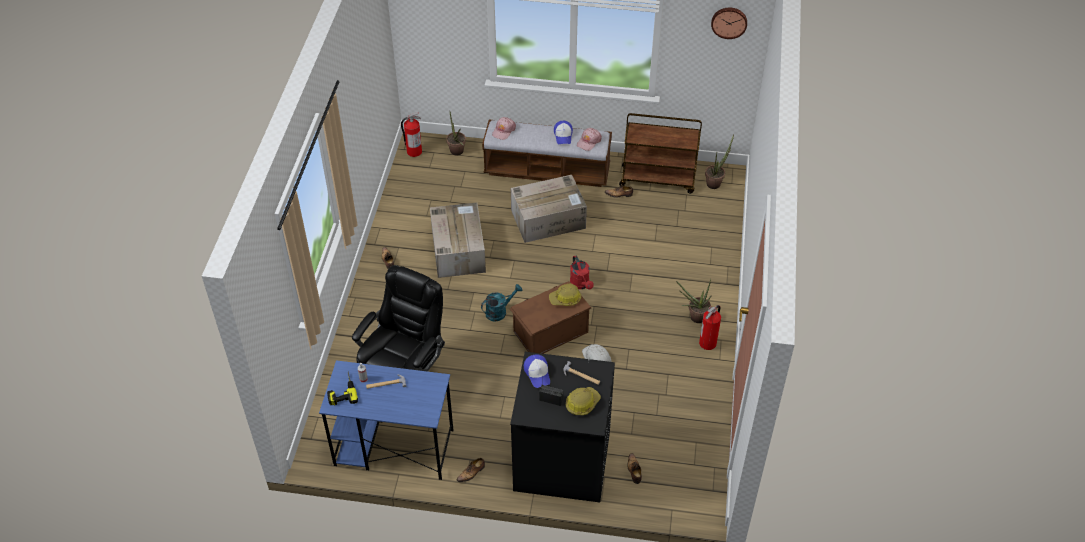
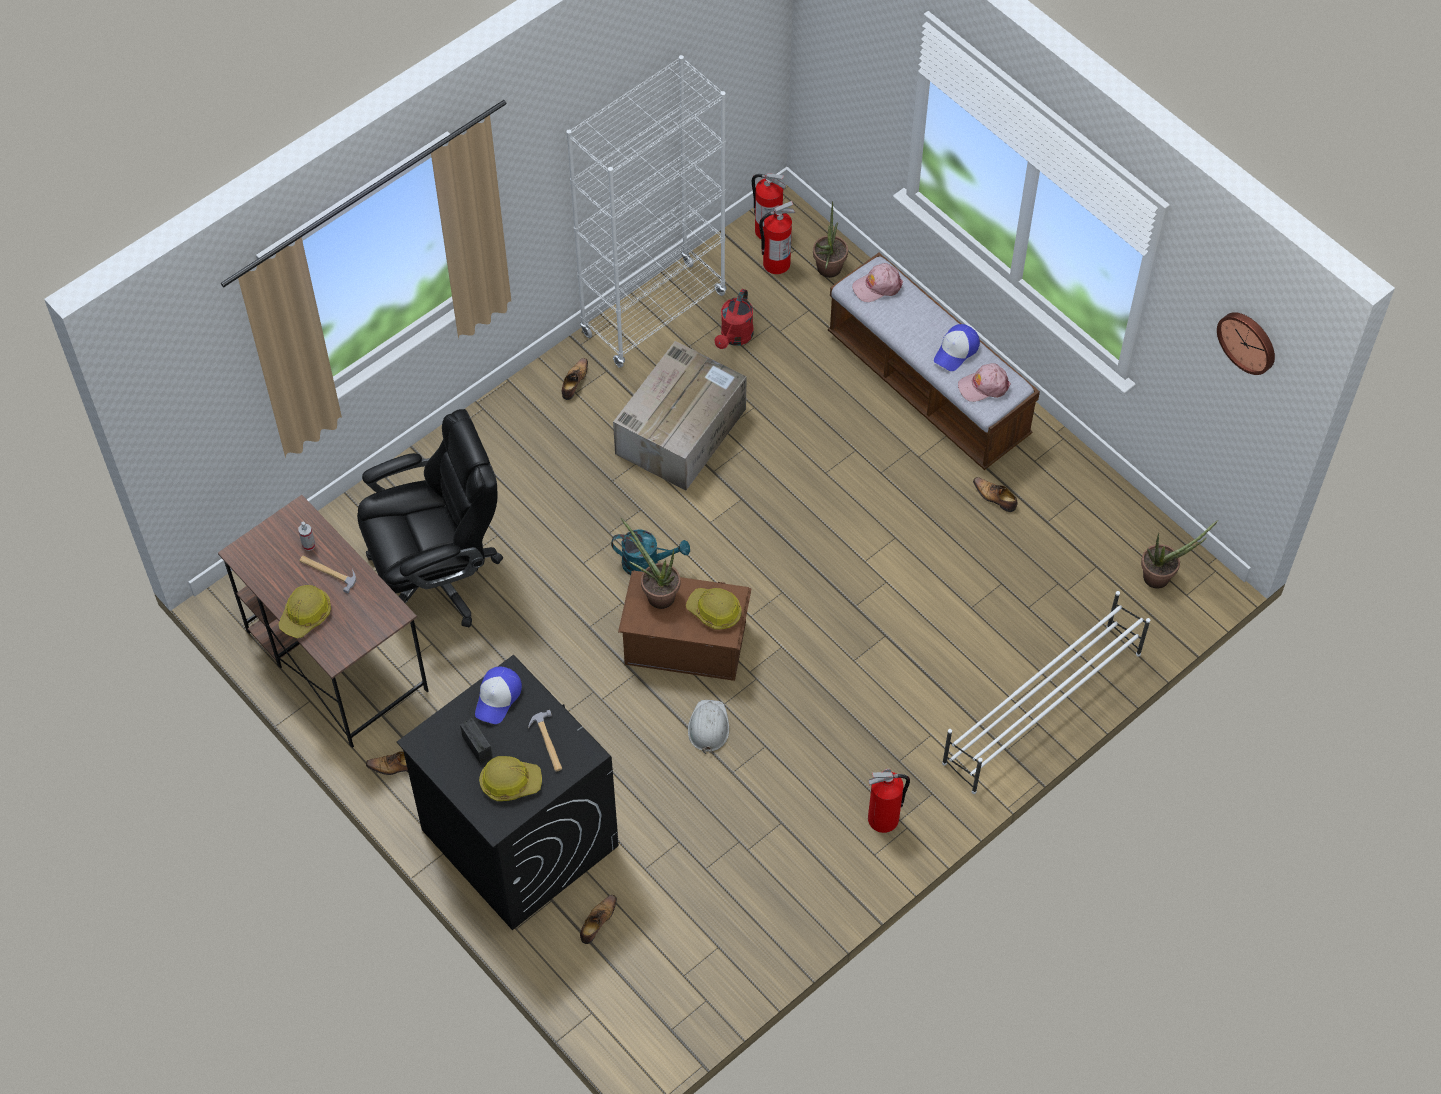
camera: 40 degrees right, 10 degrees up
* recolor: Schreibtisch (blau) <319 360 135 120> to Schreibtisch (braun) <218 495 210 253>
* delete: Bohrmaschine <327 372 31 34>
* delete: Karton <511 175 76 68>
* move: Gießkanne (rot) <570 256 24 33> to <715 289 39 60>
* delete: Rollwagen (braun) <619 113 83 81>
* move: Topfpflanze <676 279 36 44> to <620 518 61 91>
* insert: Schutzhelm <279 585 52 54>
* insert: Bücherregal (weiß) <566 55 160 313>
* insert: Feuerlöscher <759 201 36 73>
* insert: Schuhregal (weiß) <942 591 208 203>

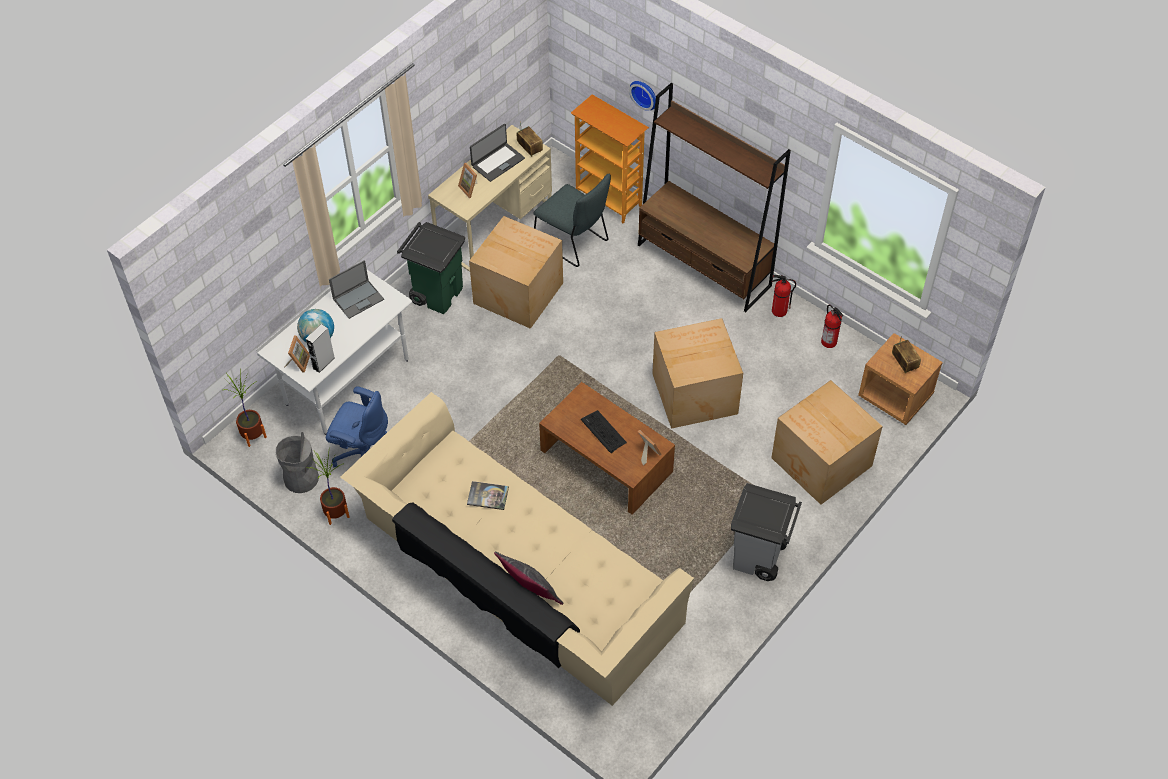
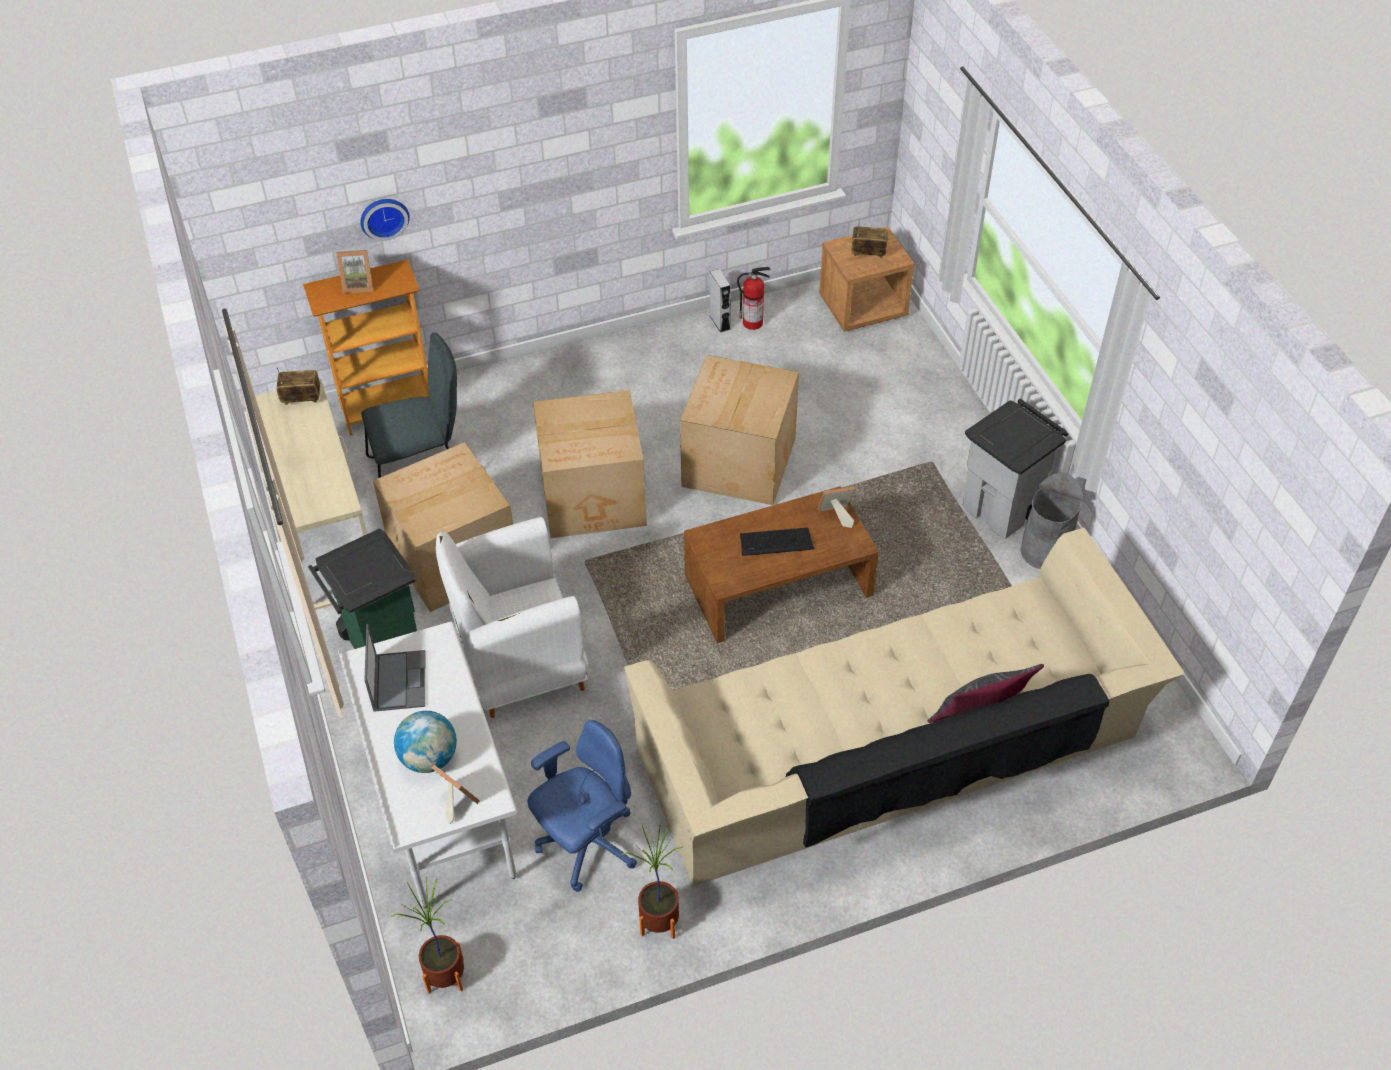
camera: 60 degrees left, 5 degrees down
* move: Mülleimer (grau) <276 432 43 61> to <1020 472 63 97>
* move: Lautsprecher (grau) <306 324 29 49> to <710 269 21 64>
* move: Bilderrahmen <458 163 19 35> to <336 250 37 43>
* delete: Buch <467 481 42 29>
* delete: Laptop <470 124 55 58>
* delete: Bücherregal (braun) <638 83 153 229>
* move: Karton <771 380 112 125> to <533 390 114 148>
* delete: Feuerlöscher <772 275 24 42>
* insert: Sessel (weiß) <436 517 152 201>

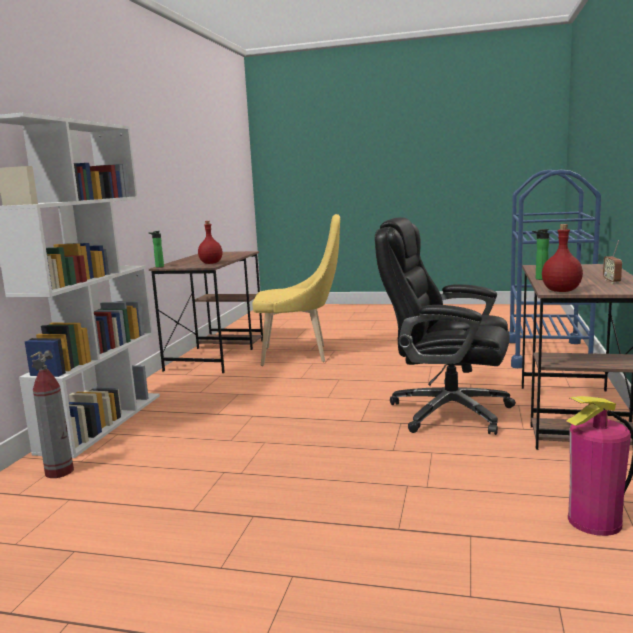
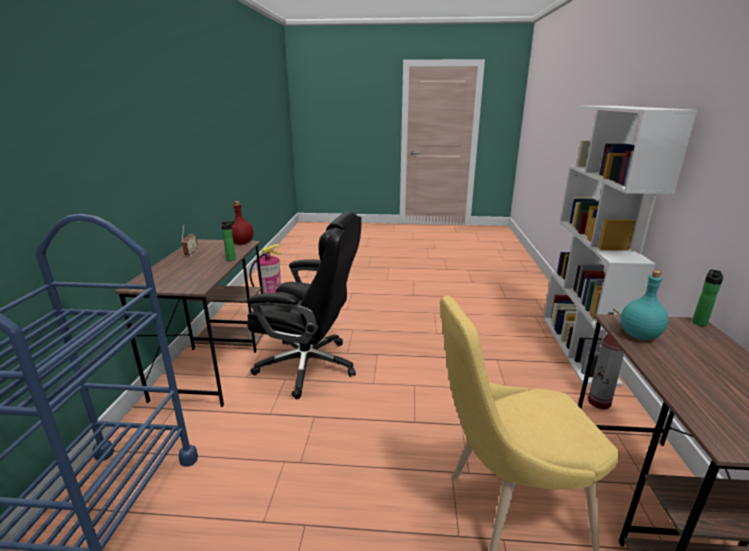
camera: 170 degrees right, 10 degrees up
* move: Feuerlöscher <31 350 43 128> to <588 309 36 100>
* recolor: Flasche (rot) <198 221 24 43> to Flasche (türkis) <620 270 49 70>

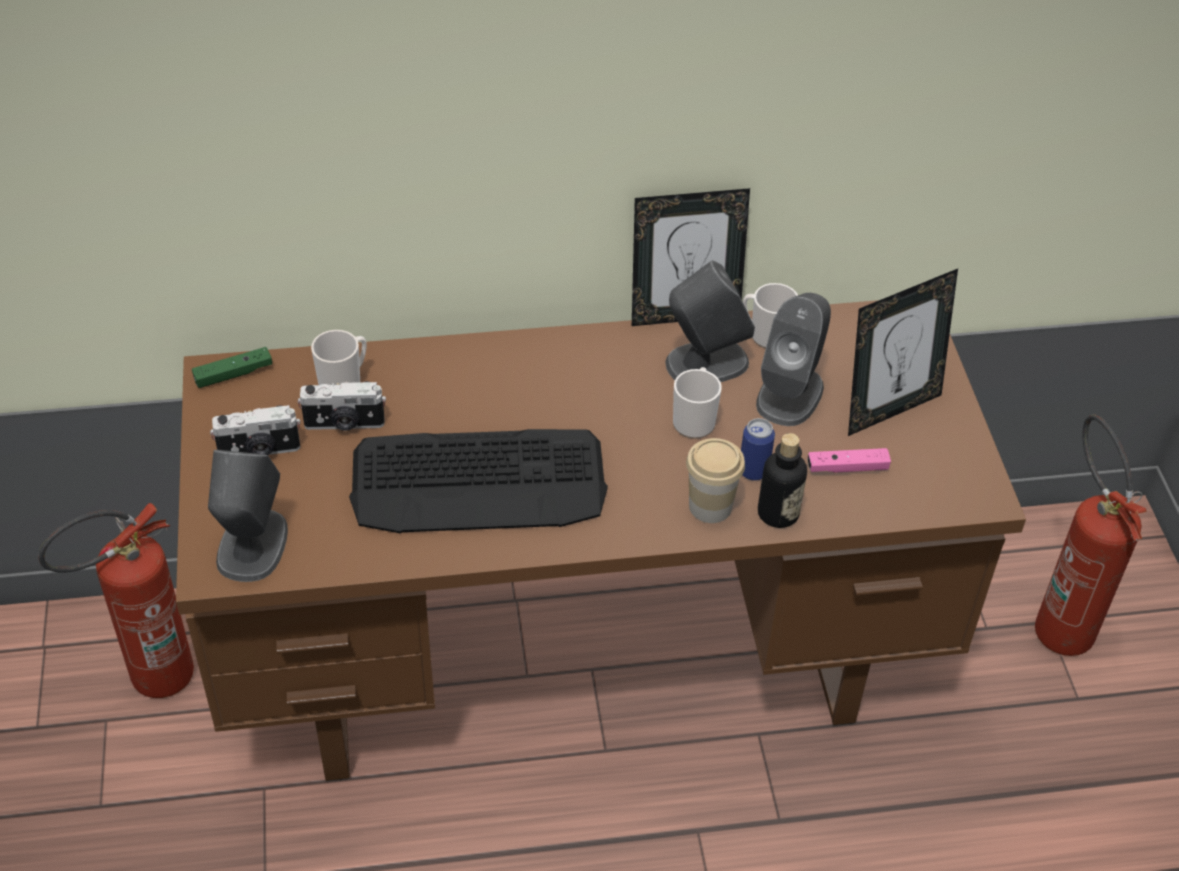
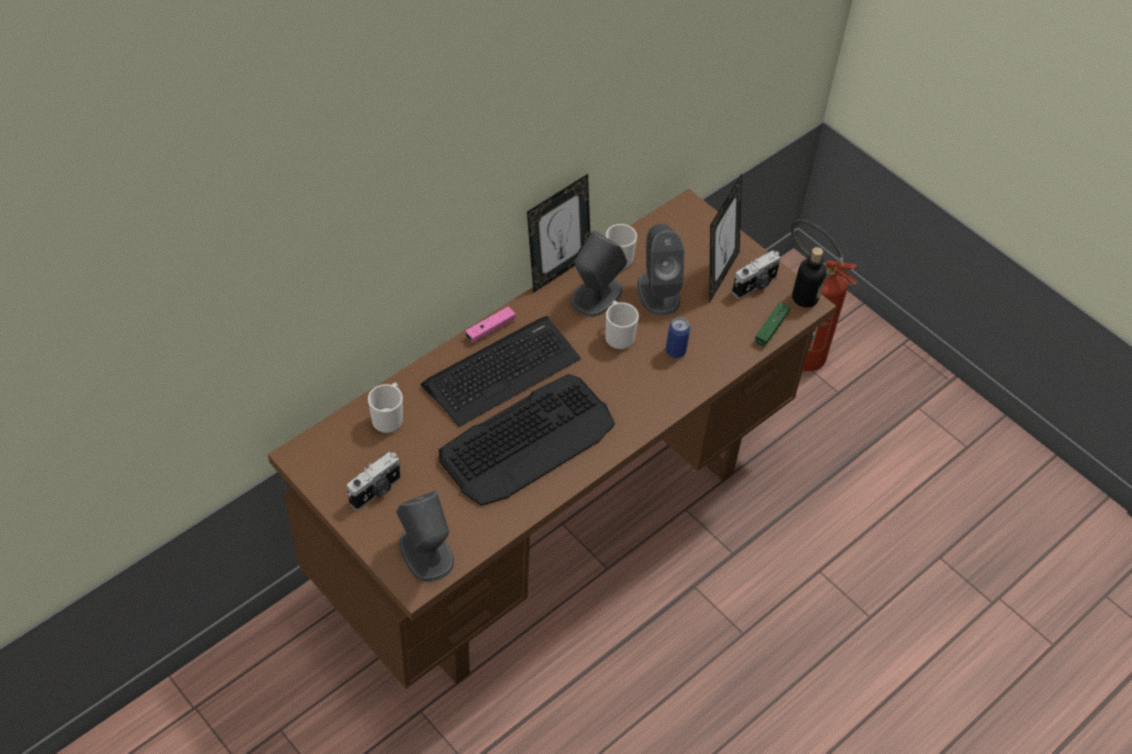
camera: 35 degrees left, 5 degrees up
* delete: Feuerlöscher <38 503 156 195>
* move: Gamepad (grün) <192 347 80 41> to <755 302 35 44>
* move: Kamera <298 381 88 50> to <732 250 49 49>
* delete: Tasse <686 438 59 85>
* move: Flasche <758 433 49 95> to <792 247 34 61>
* move: Gamepad (rosa) <808 448 83 24> to <465 307 51 35>
* insert: Tastatur <421 316 160 111>

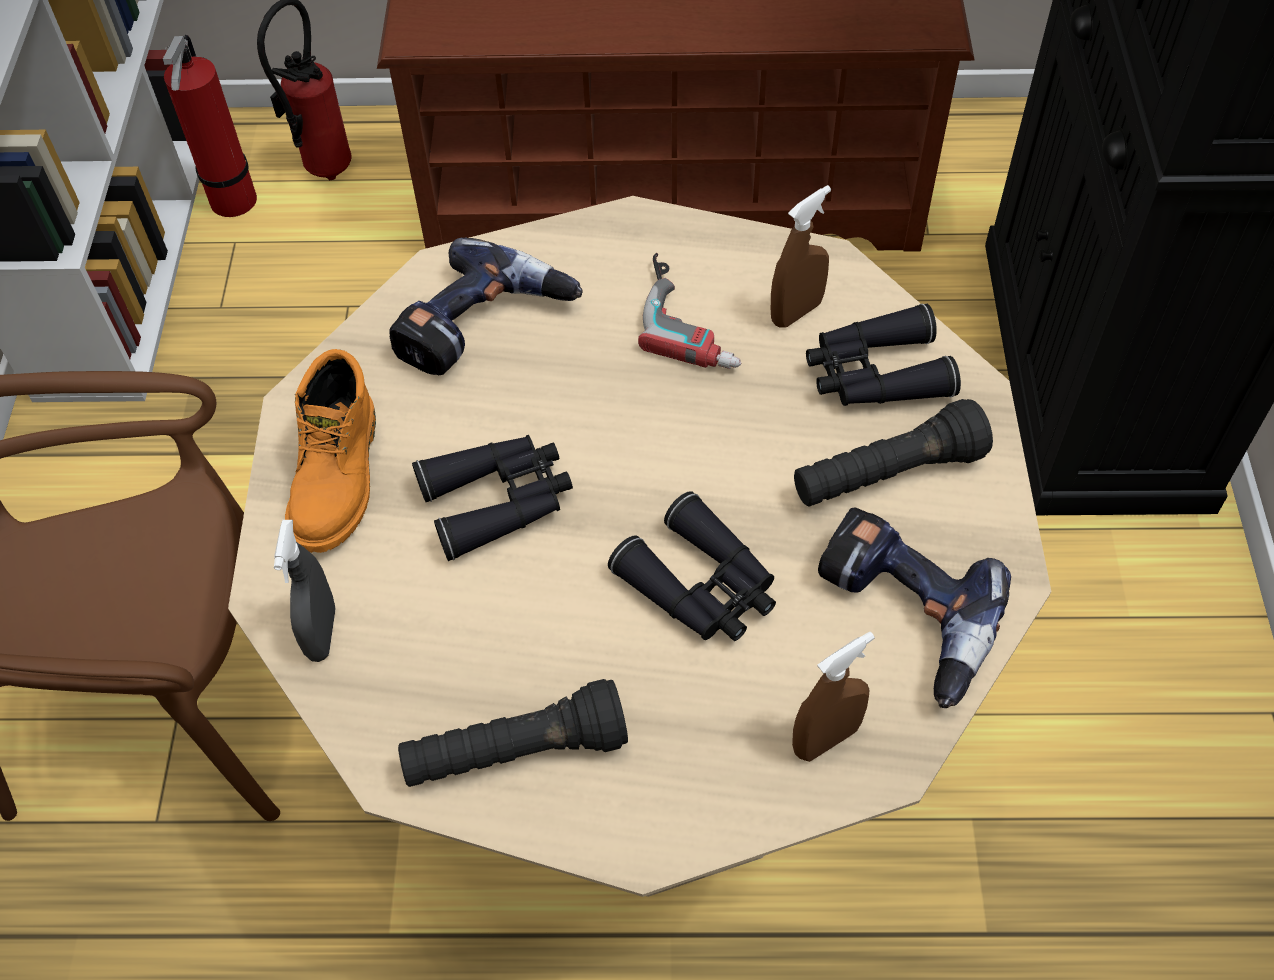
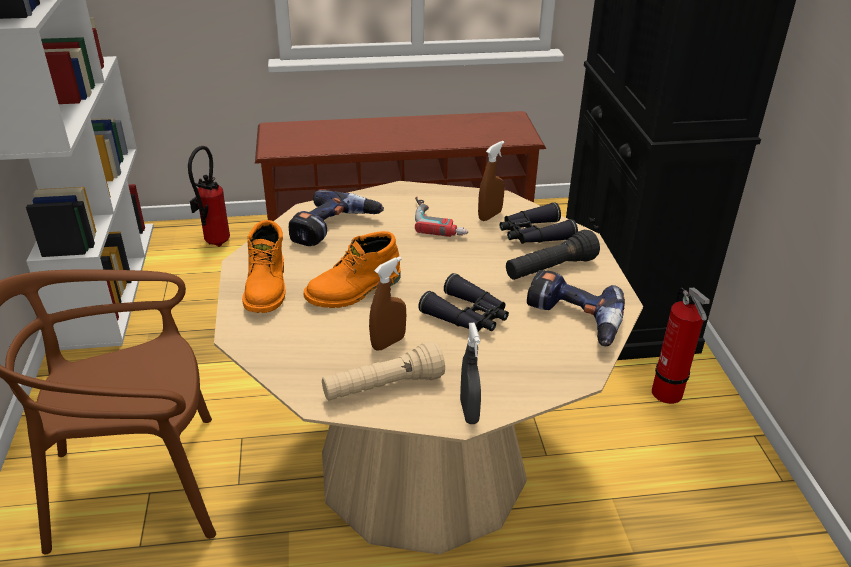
camera: 10 degrees left, 20 degrees down
* move: Feuerlöscher <163 35 94 182> to <652 287 58 117>
* move: Sprühflasche (grau) <274 520 61 142> to <460 323 21 101>
* recolor: Taschenlampe (schwarz) <398 679 230 108> to Taschenlampe (beige) <322 341 123 60>
* replace: Fernglas (schwarz) <412 435 161 126> to Stiefel (orange) <304 231 97 77>
* move: Sprühflasche (braun) <792 632 83 130> to <369 256 37 95>

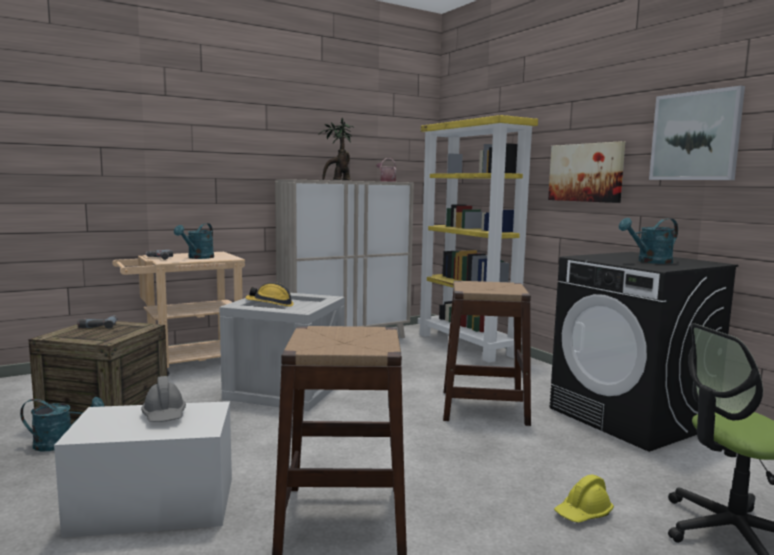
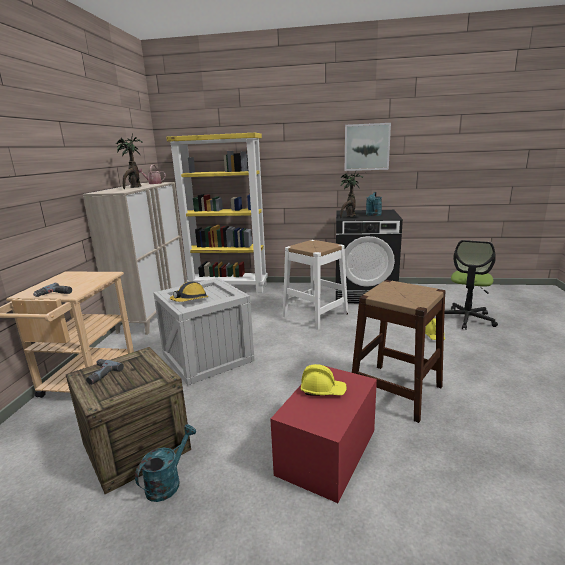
camera: 50 degrees left, 10 degrees up
* recolor: Aufbewahrungsbox (weiß) <54 401 178 137> to Aufbewahrungsbox (rot) <270 364 107 139>
* recolor: Schutzhelm (grau) <141 376 45 46> to Schutzhelm (gelb) <301 364 46 31>
* delete: Gießkanne (türkis) <174 223 40 36>
* recolor: Hocker (braun) <443 281 88 145> to Hocker (weiß) <283 240 65 90>
* delete: Bild <548 141 77 62>
* insert: Topfpflanze <340 171 23 47>

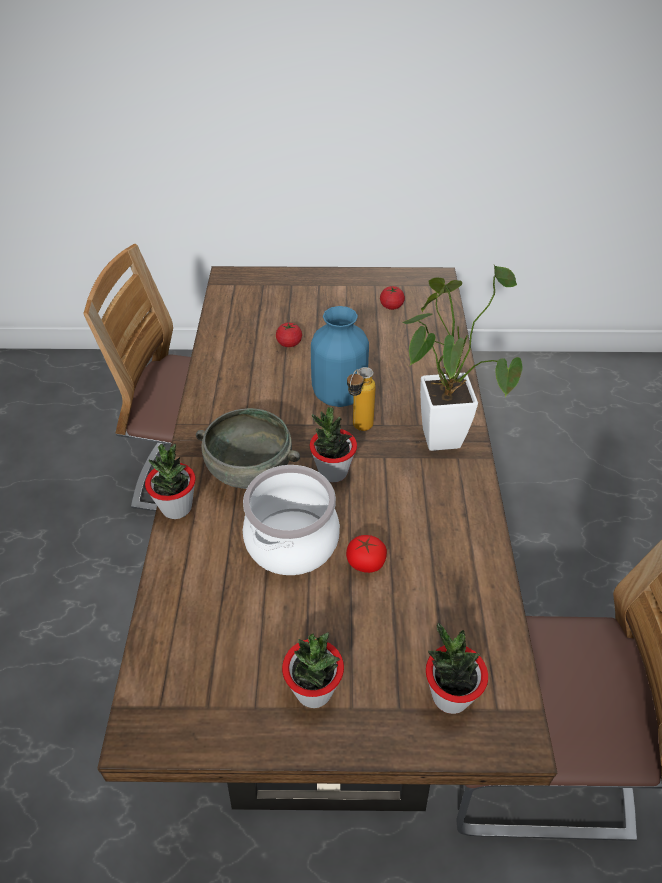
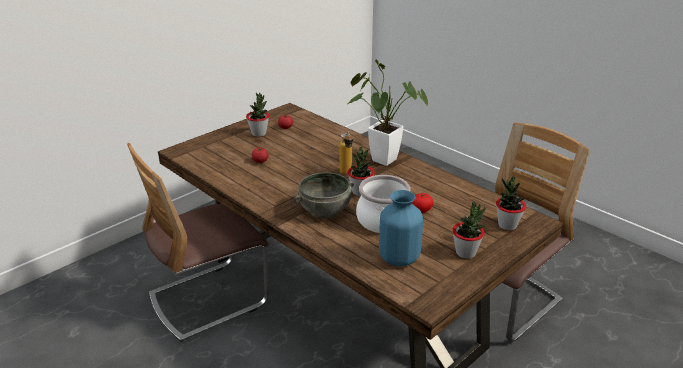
camera: 45 degrees left, 15 degrees down
* move: Topfpflanze <145 444 51 75> to <246 93 23 44>
* move: Vase (blau) <311 306 58 101> to <379 190 44 76>

